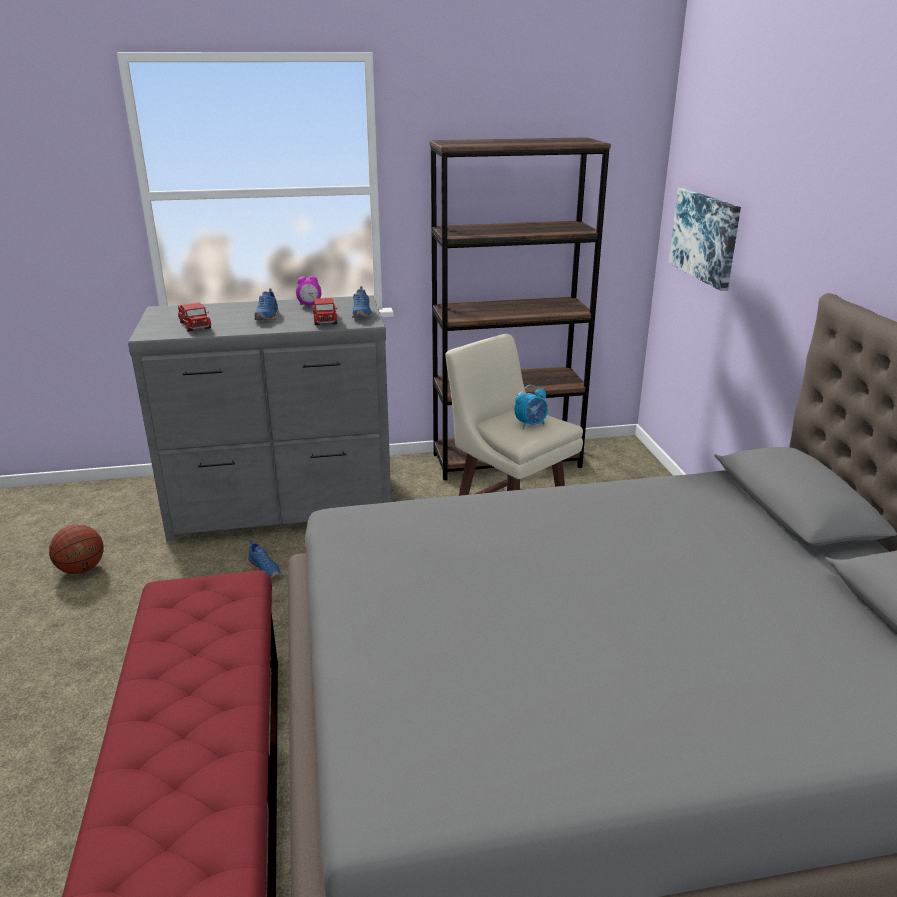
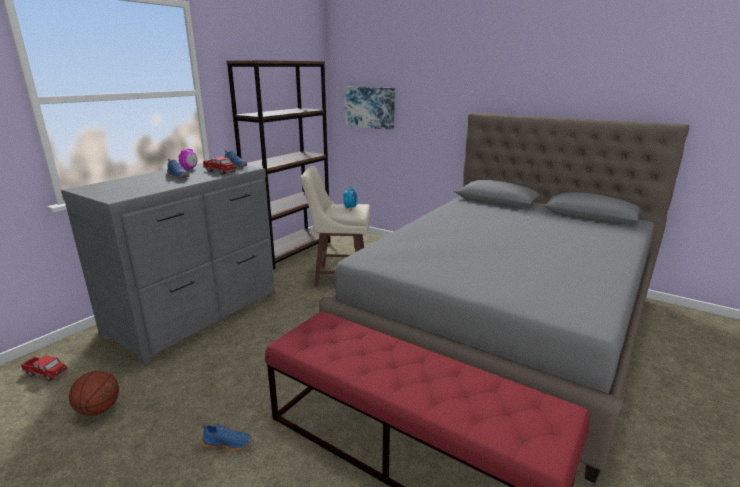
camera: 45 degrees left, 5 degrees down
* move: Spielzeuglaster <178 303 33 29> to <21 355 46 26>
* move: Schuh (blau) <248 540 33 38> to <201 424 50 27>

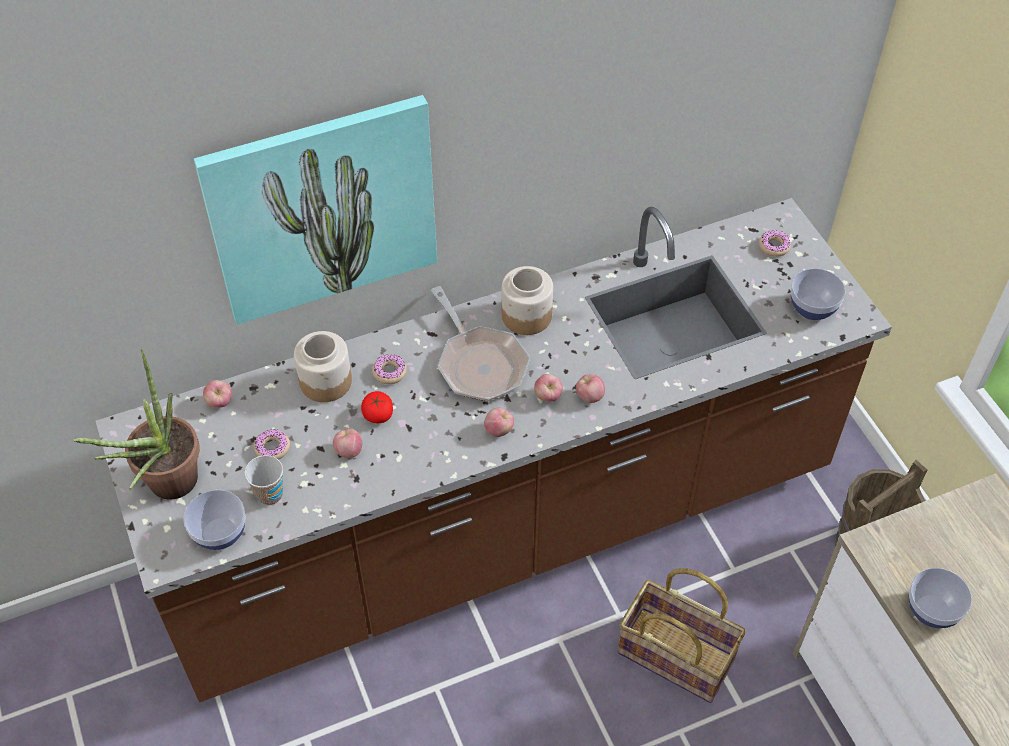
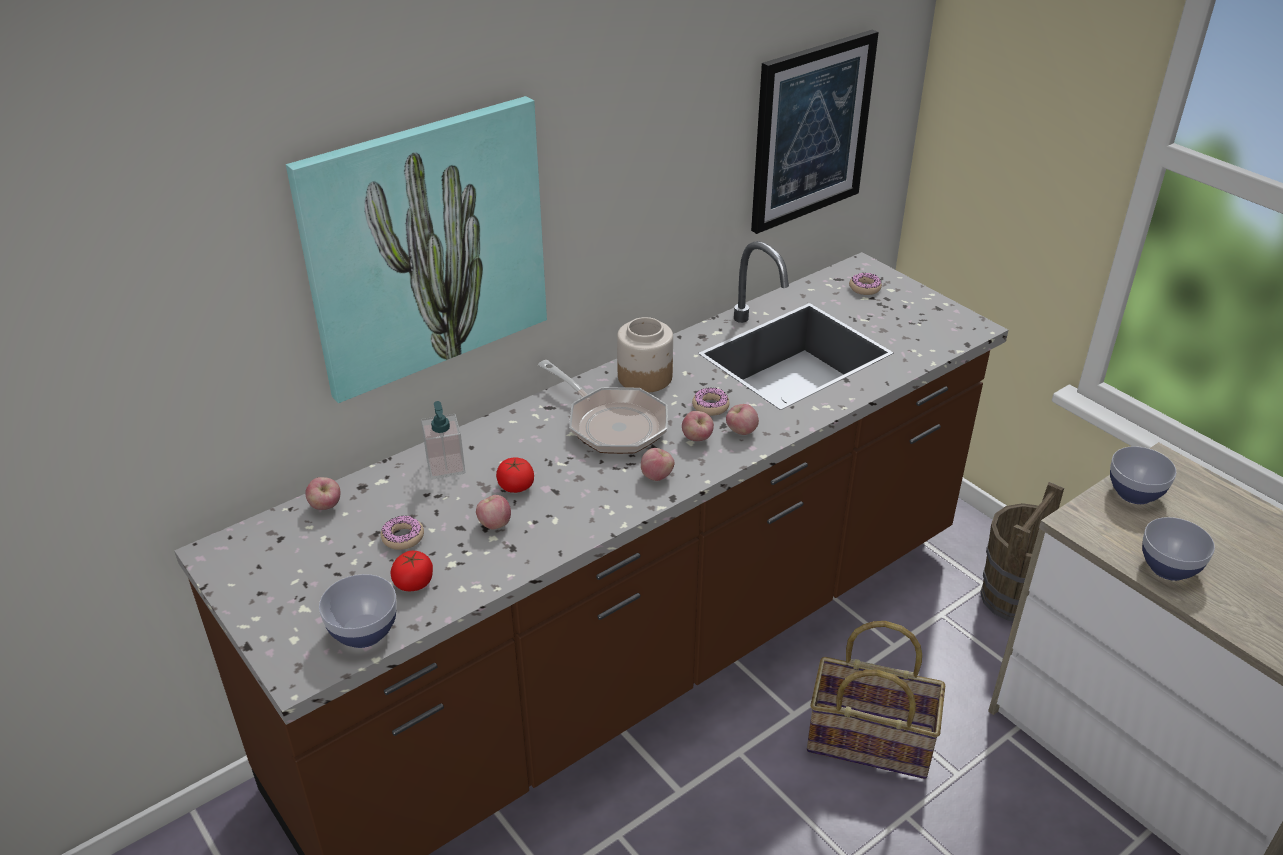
camera: 15 degrees left, 15 degrees down
* delete: Topfpflanze <73 349 127 151>
* replace: Tasse <244 455 39 50> to Tomate <391 551 42 40>
* replace: Vorratsglas <294 331 58 71> to Seifenspender <421 401 44 79>
* move: Donut <372 354 35 30> to <692 388 38 28>
* move: Schüssel <791 268 54 52> to <1110 446 67 58>
* insert: Bild <751 30 128 204>

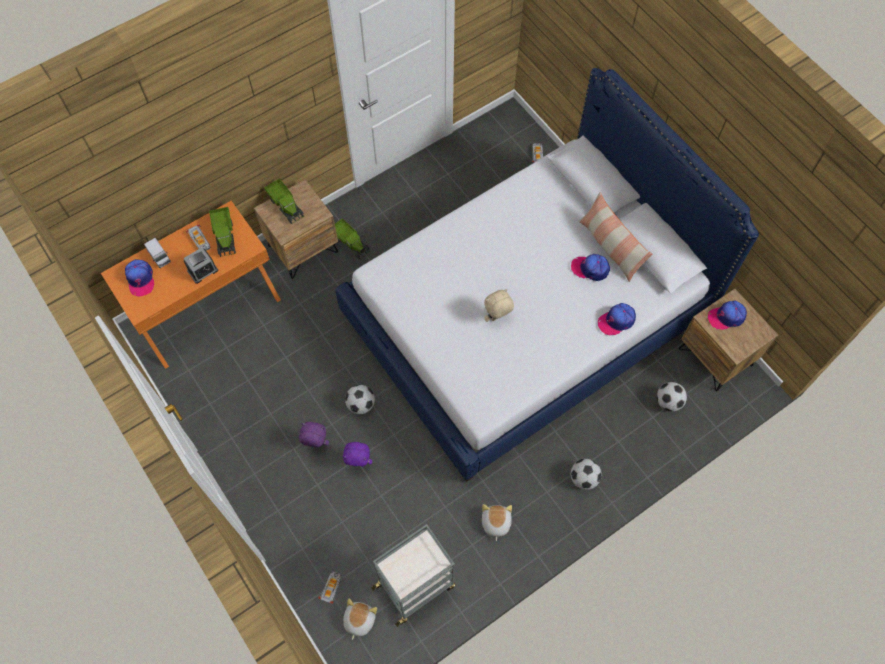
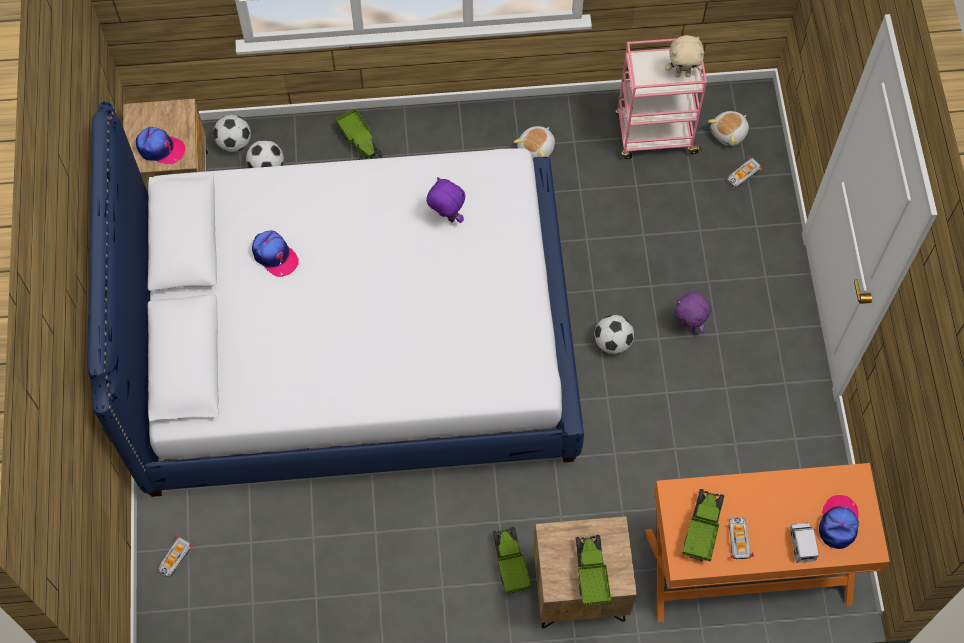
camera: 150 degrees left, 0 degrees up
* delete: Wecker <184 248 34 36>
* move: Plüschtier (lila) <343 442 29 25> to <426 177 39 46>
* recolor: Rollwagen (grau) <372 524 83 103> to Rollwagen (rosa) <615 37 92 122>
* move: Plüschtier (beige) <484 289 30 33> to <665 35 40 42>
* move: Fußball <571 459 31 31> to <213 115 38 37>
* delete: Kissen <579 193 73 89>
* delete: Kappe <598 303 38 33>
* insert: Spielzeuglaster <335 108 48 52>

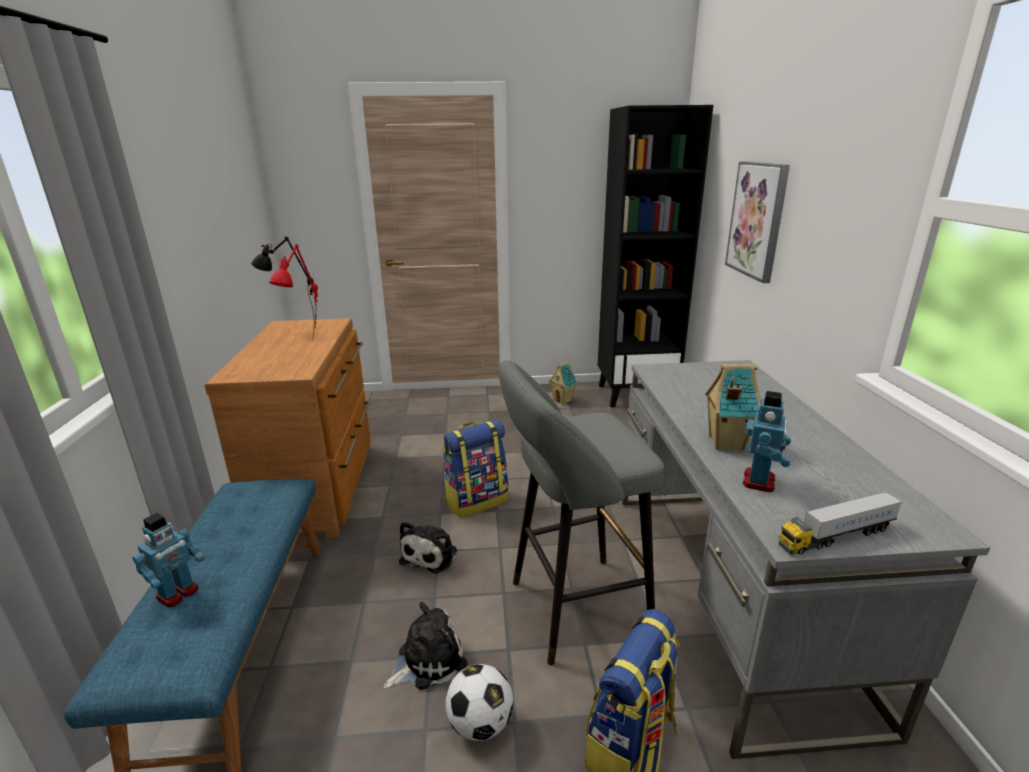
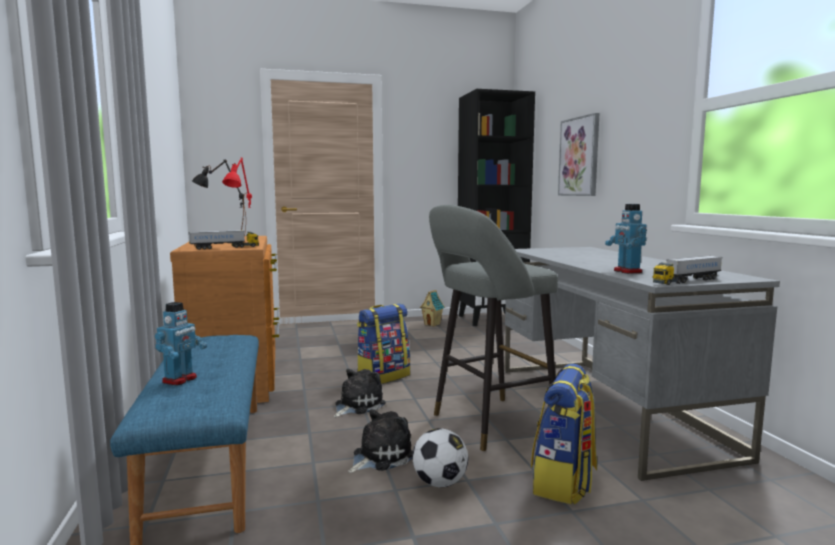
camera: 10 degrees left, 15 degrees down
* rotate: Plüschtier <399 521 58 53> = <334 369 52 48> 150 degrees counterclockwise
* delete: Spielzeughaus <705 364 56 87>
* rotate: Spielzeugroboter <743 391 48 101> = <605 204 42 70> 150 degrees clockwise
* insert: Spielzeuglaster <189 230 70 20>

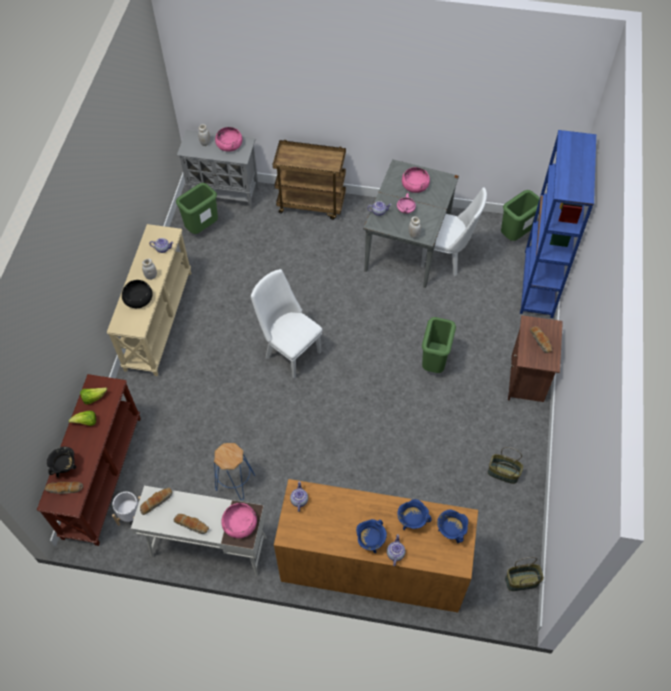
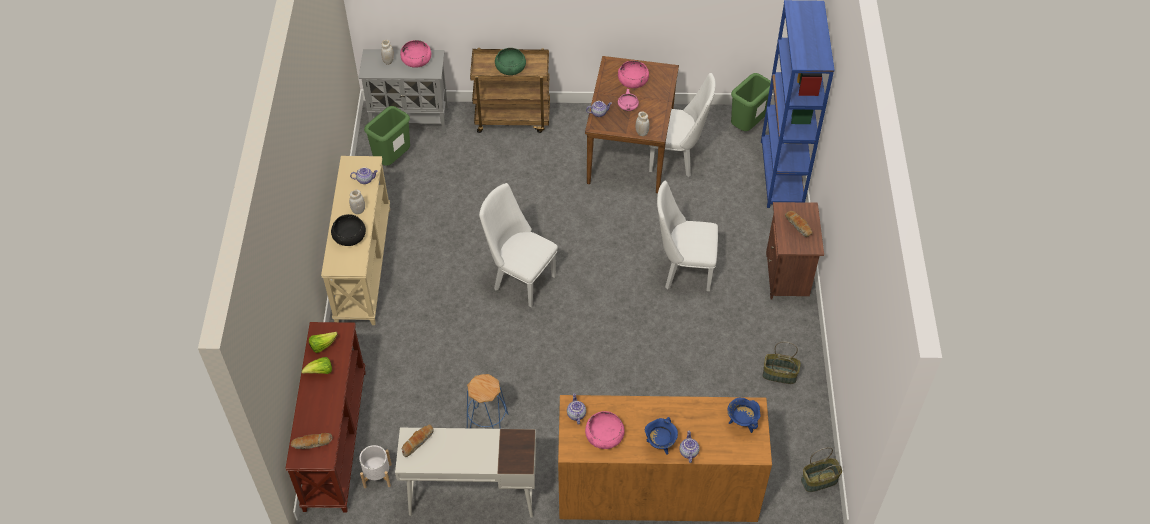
camera: 10 degrees left, 5 degrees down
* delete: Kochtopf (schwarz) <47 447 29 31>
* delete: Brot <174 514 35 20>
* move: Schüssel (rosa) <221 503 36 35> to <585 411 40 38>
* recolor: Esstisch (grau) <363 159 96 129> to Esstisch (braun) <585 56 94 137>
* delete: Kochtopf (blau) <397 499 35 31>
* replace: Mülleimer (grün) <422 317 34 56> to Stuhl (weiß) <657 181 61 110>
* insert: Schüssel (grün) <495 48 31 27>

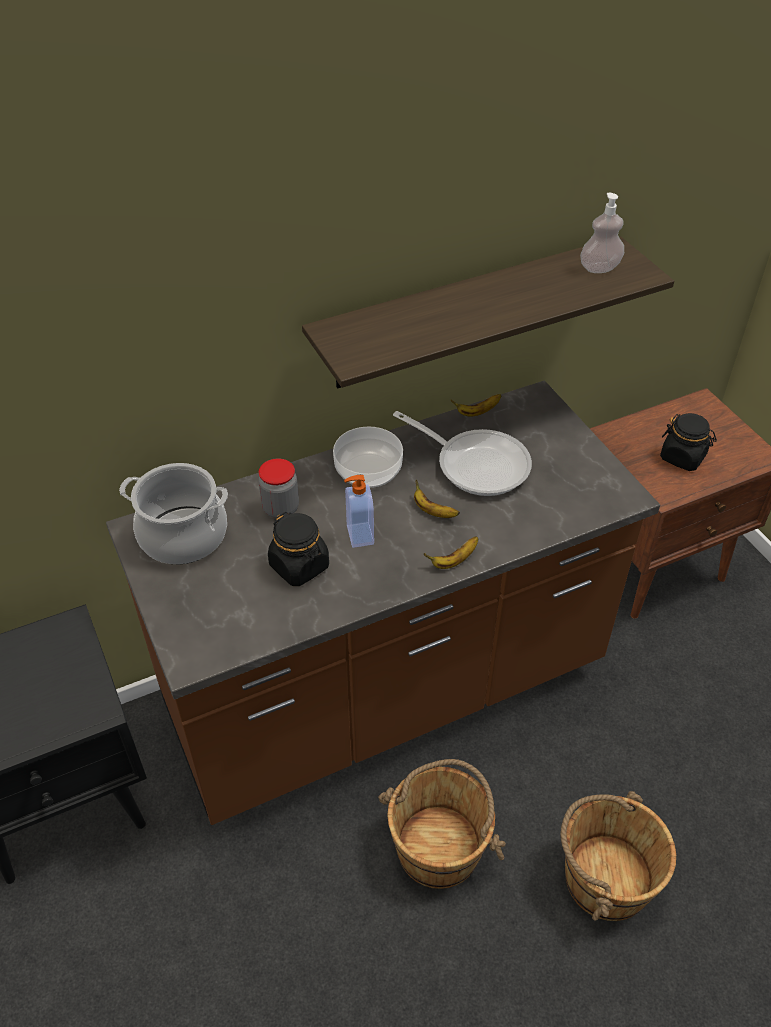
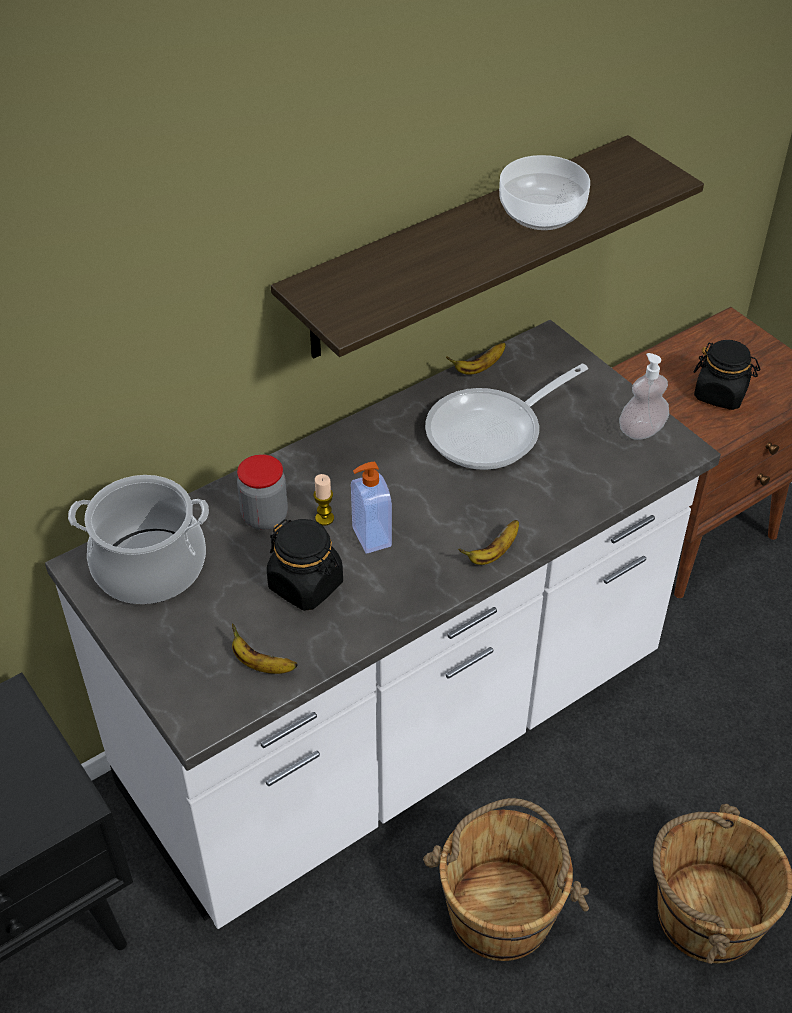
camera: 10 degrees left, 0 degrees up
* recolor: Küchenzeile (braun) <106 381 554 444> to Küchenzeile (weiß) <45 320 676 609>
* move: Schüssel <333 427 70 61> to <499 155 91 75>
* rotate: Pfanne <393 411 139 85> = <425 364 163 106> 120 degrees clockwise
* move: Banane <414 480 46 38> to <232 623 66 51>
* move: Seifenspender <580 192 44 81> to <619 353 50 87>
* insert: Kerze <314 474 20 52>

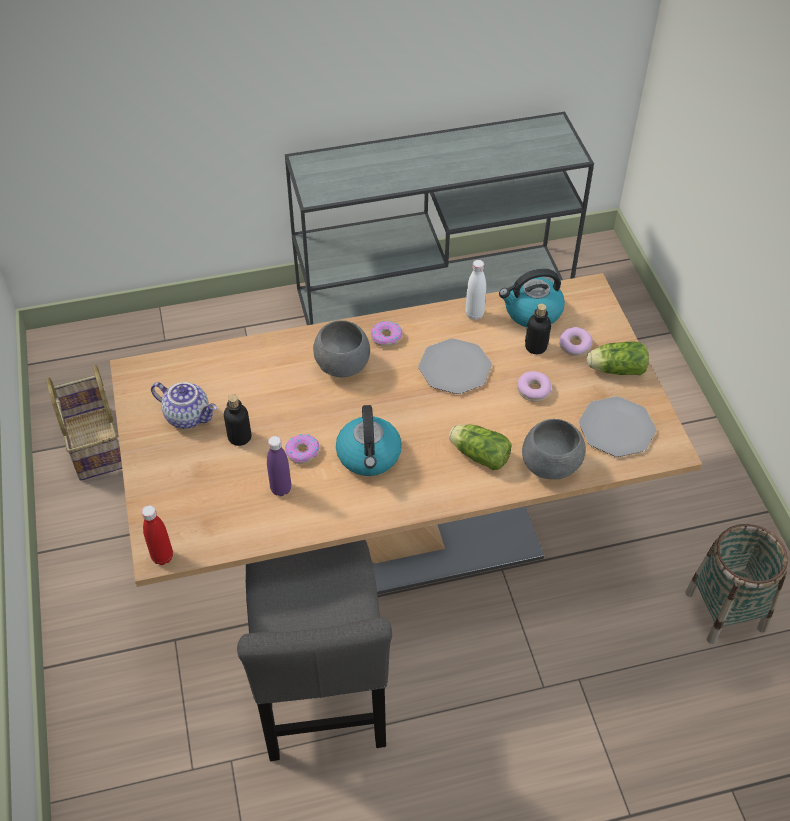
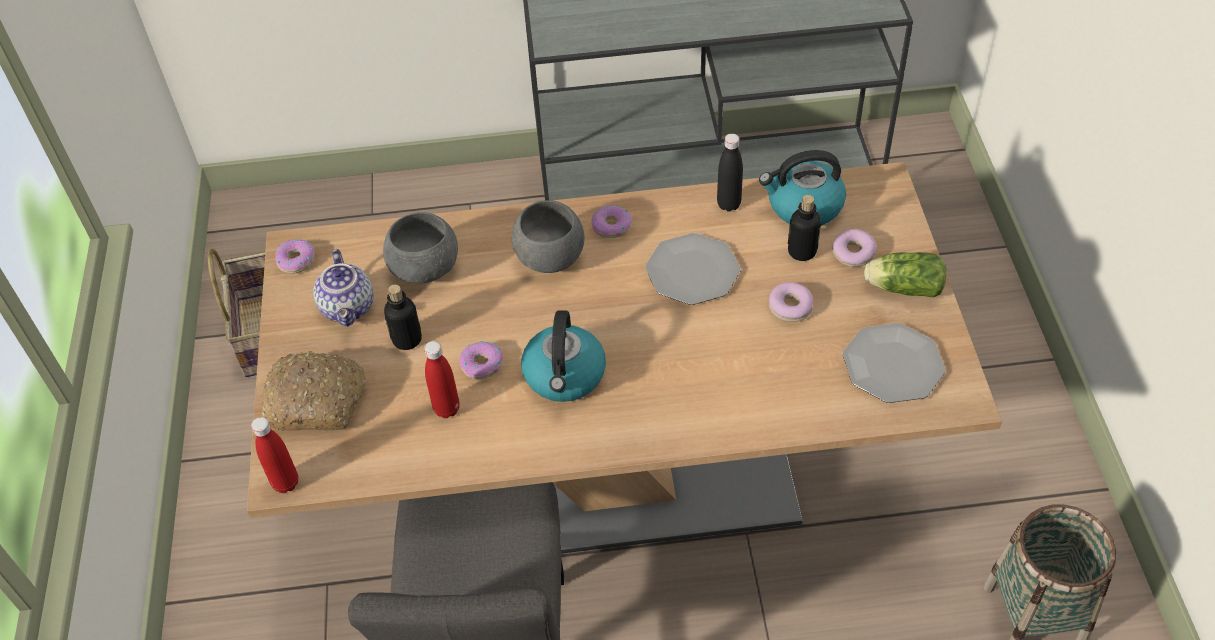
camera: 10 degrees right, 0 degrees up
* rotate: Teekanne <151 382 66 47> = <313 249 60 78> 45 degrees clockwise
* recolor: Flasche (lila) <267 436 24 60> to Flasche (rot) <424 341 36 77>
* delete: Salatkopf <449 424 62 46>
* recolor: Flasche (weiß) <466 260 20 60> to Flasche (schwarz) <717 133 26 79>
* move: Schüssel (grau) <522 419 64 60> to <383 212 75 71>
* insert: Brot <262 351 104 80>
* insert: Donut <275 239 40 35>

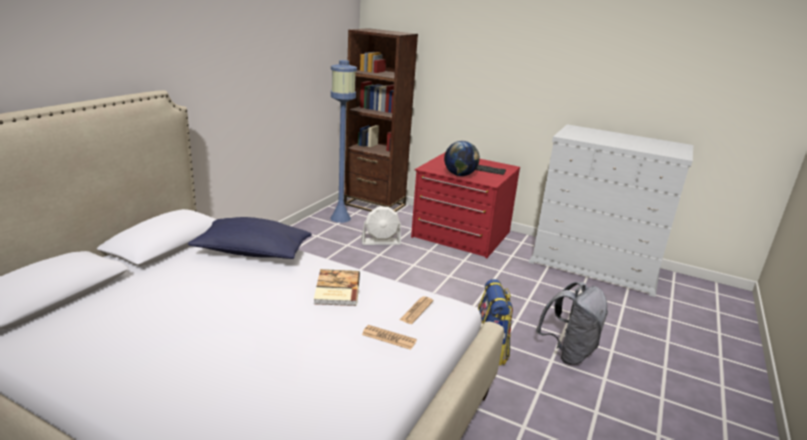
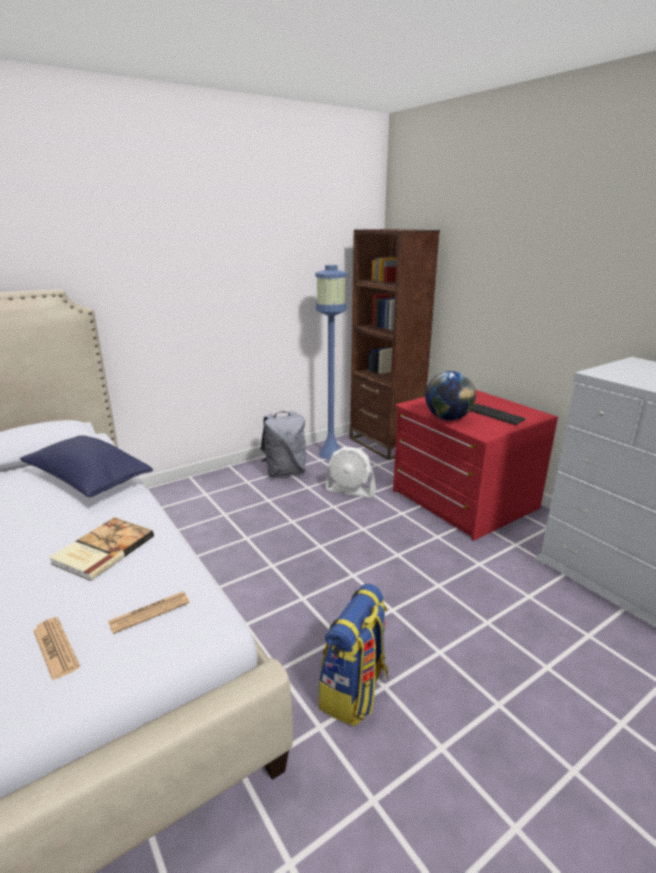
camera: 30 degrees right, 0 degrees up
* move: Rucksack (grau) <536 282 72 83> to <260 411 46 66>

